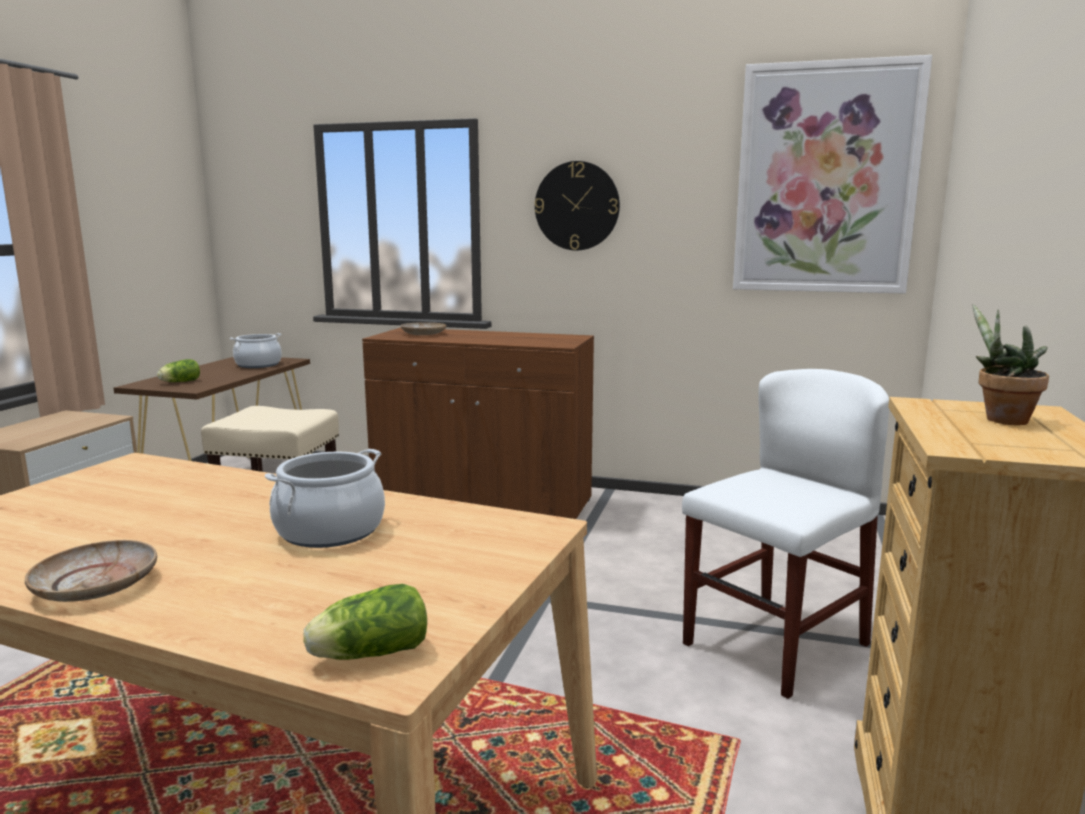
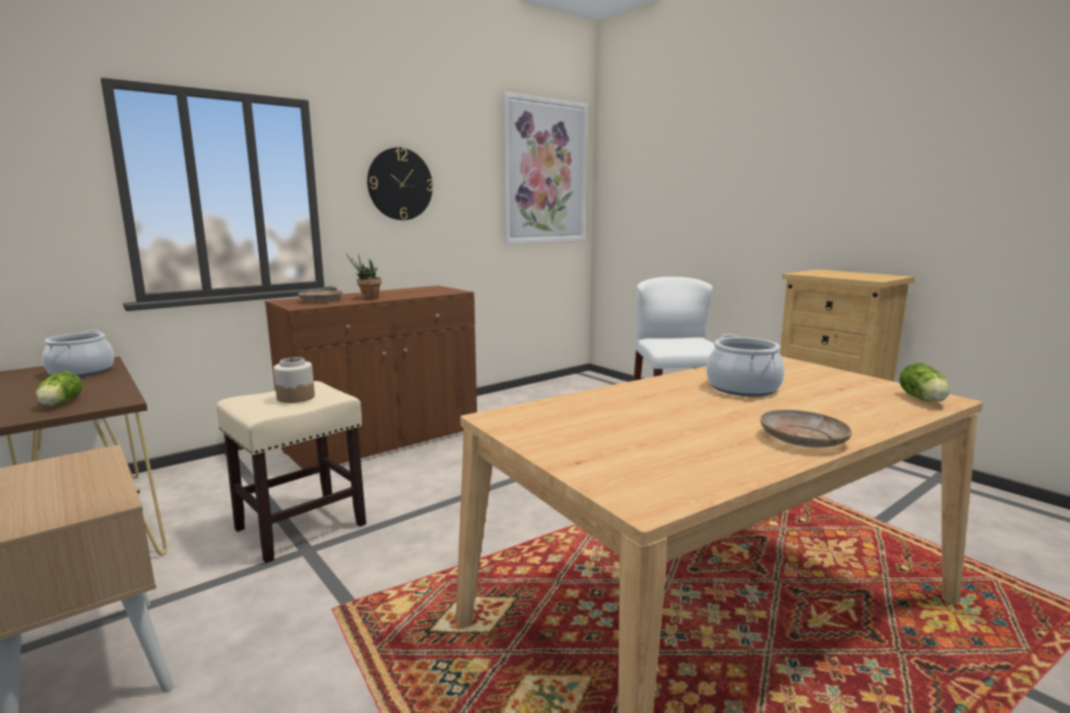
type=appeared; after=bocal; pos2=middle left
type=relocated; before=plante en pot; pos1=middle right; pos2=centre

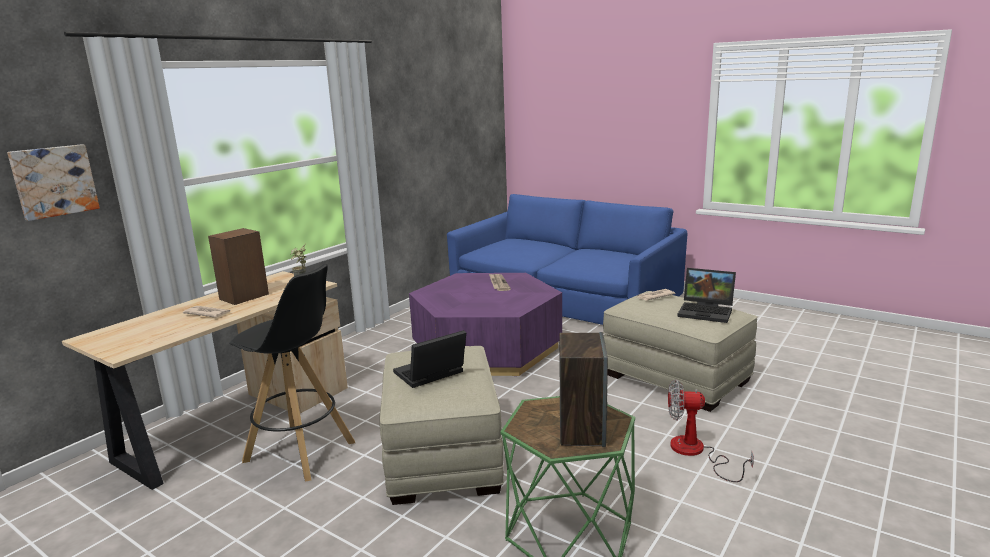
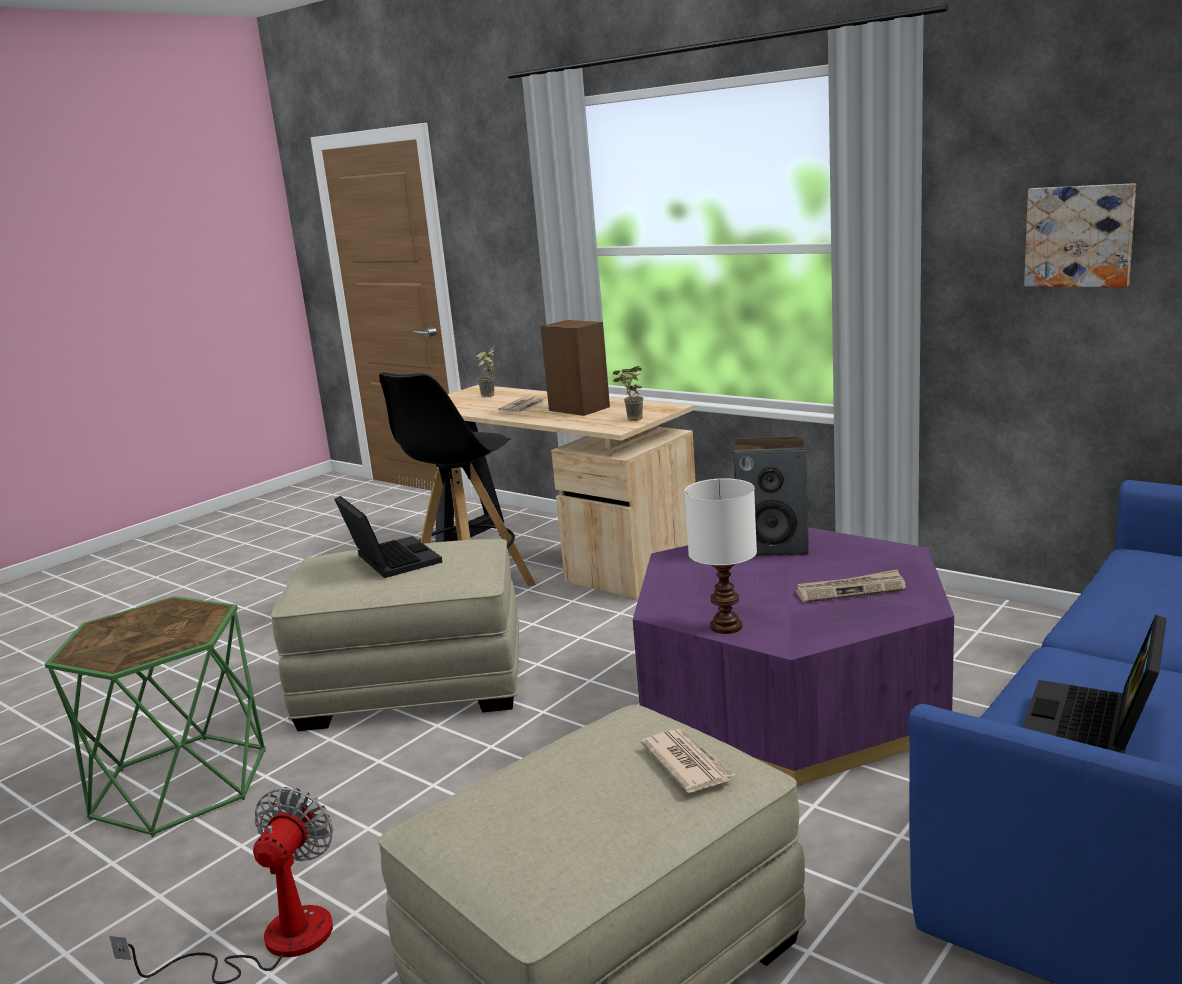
type=appeared; after=plante en pot (no. 1 from left); pos2=centre
type=appeared; after=lampe de table (blanc); pos2=centre
type=relocated; before=tableau; pos1=top left; pos2=top right
type=relocated; before=enceinte (no. 2 from left); pos1=bottom centre; pos2=centre
type=relocated; before=ordinateur portable (no. 2 from left); pos1=middle right; pos2=bottom right

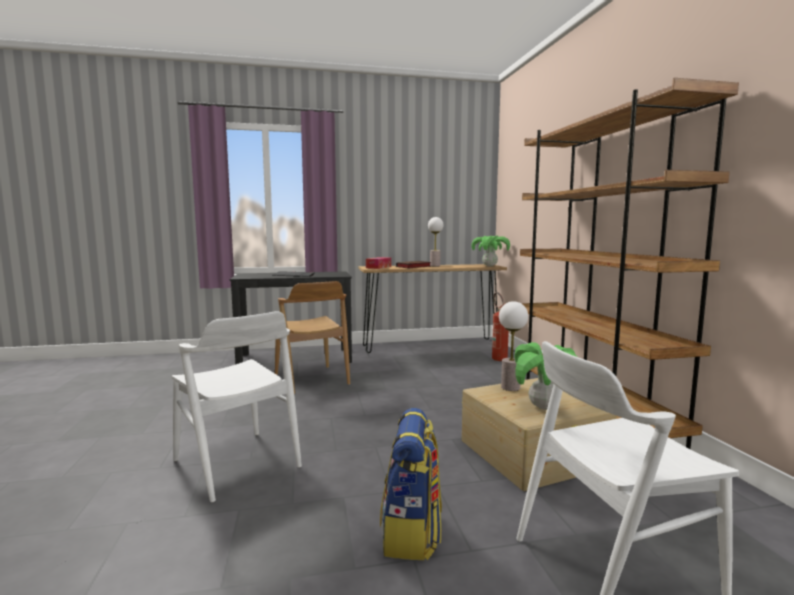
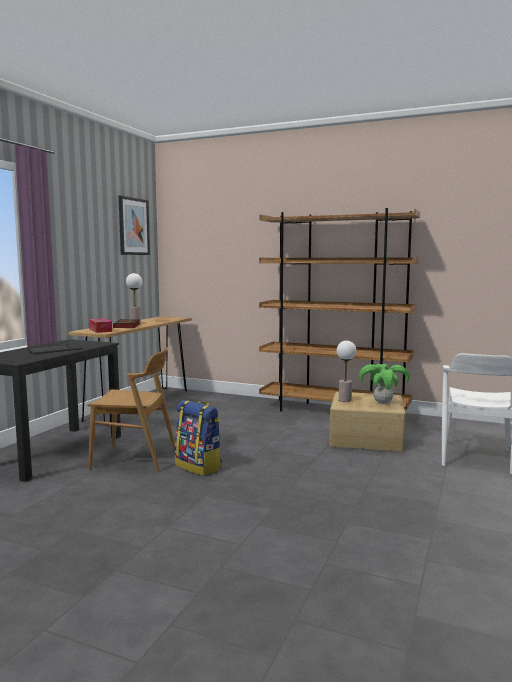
type=missing; before=chaise (blanc) (no. 1 from left); pos1=bottom left
type=missing; before=plante en pot (no. 1 from left); pos1=centre
type=missing; before=extincteur; pos1=centre
type=appeared; after=tableau; pos2=top left
type=relocated; before=sac à dos; pos1=bottom centre; pos2=centre

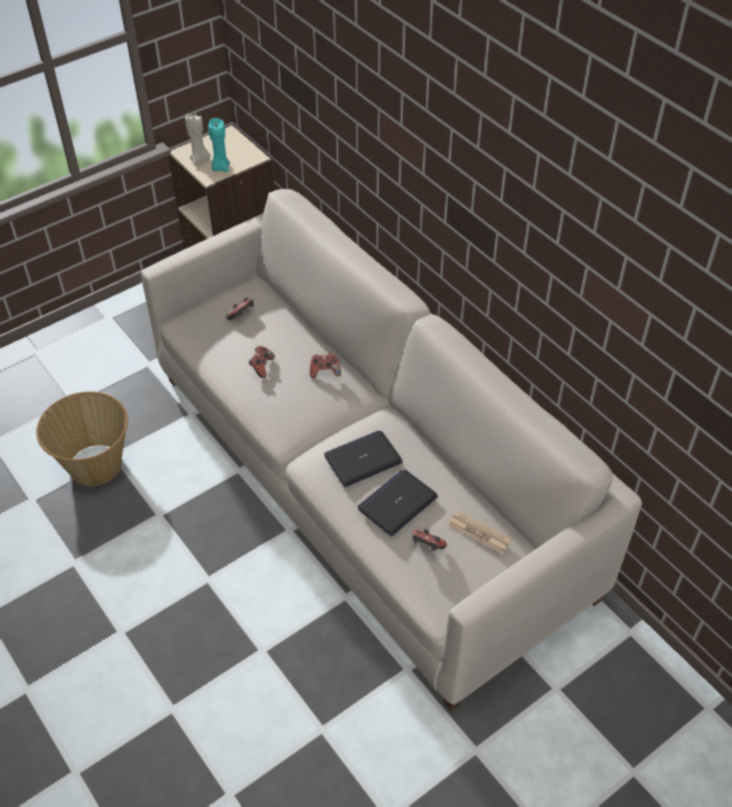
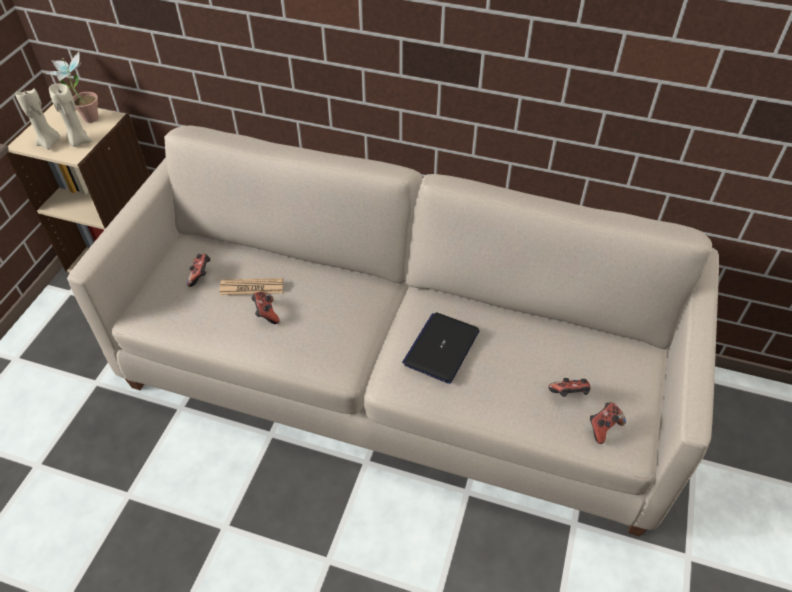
type=missing; before=panier; pos1=middle left
type=missing; before=ordinateur portable (no. 2 from left); pos1=centre
type=appeared; after=plante en pot; pos2=top left
type=relocated; before=manette (no. 3 from left in the first image); after=manette (no. 4 from left); pos1=centre; pos2=bottom right
type=relocated; before=journal; pos1=centre; pos2=middle left
type=colour; before=bougie (turquoise); after=bougie (beige) (no. 2 from left); pos1=top left; pos2=top left

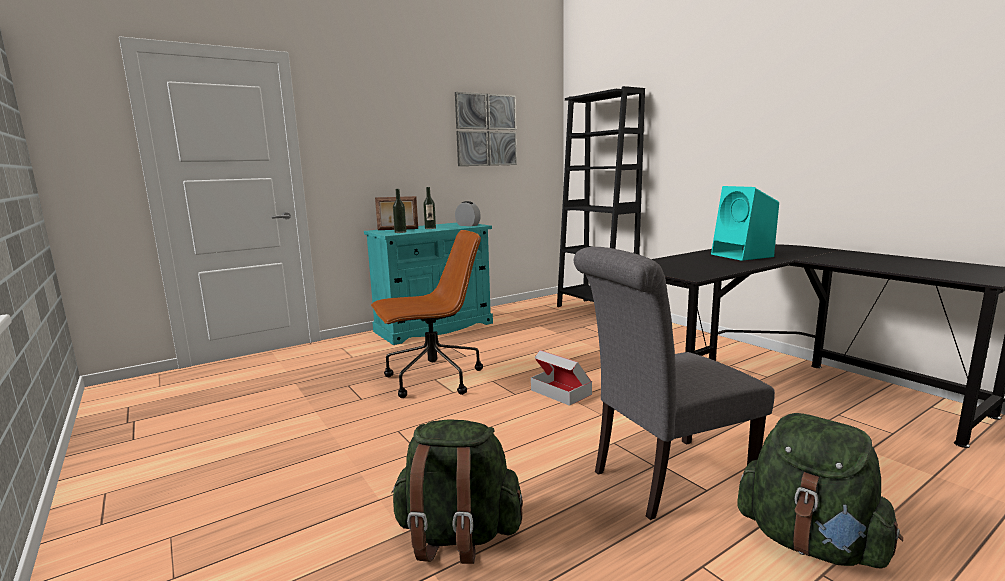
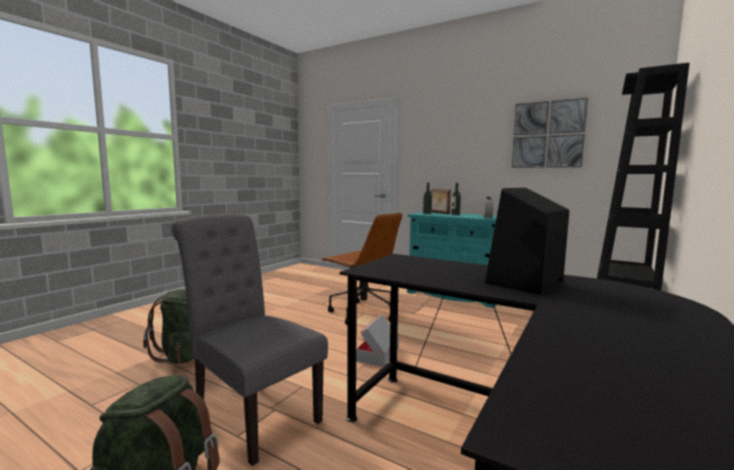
type=colour; before=enceinte (turquoise); after=enceinte (noir); pos1=middle right; pos2=middle right

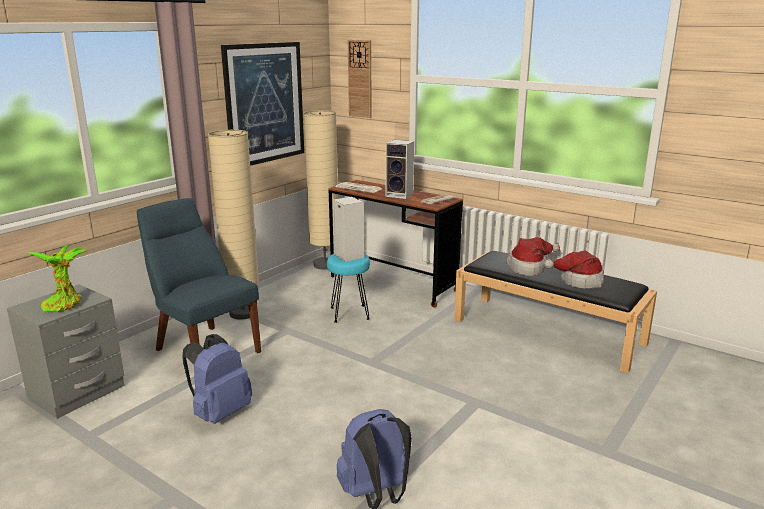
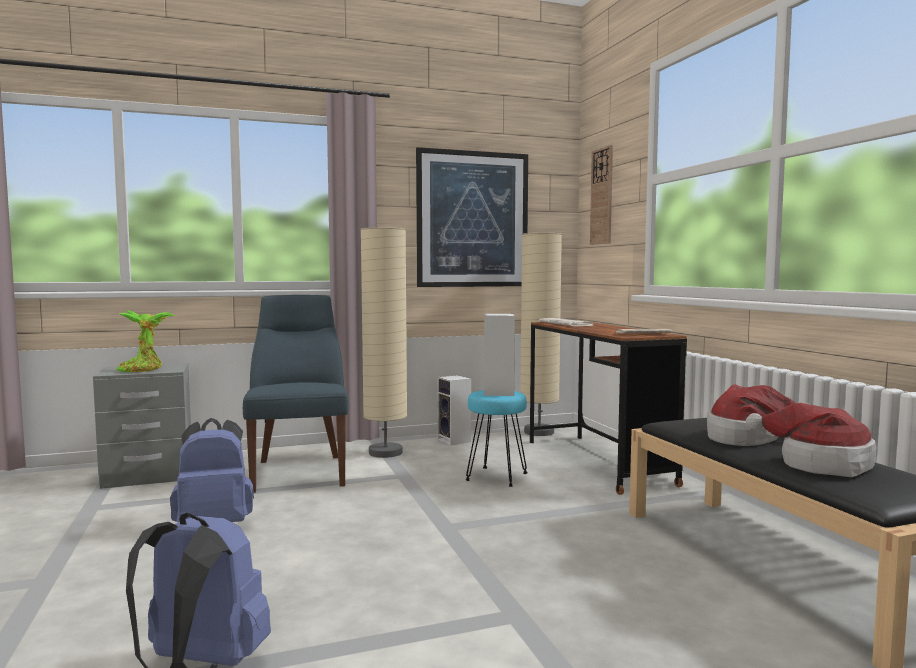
type=relocated; before=enceinte (no. 2 from left in the first image); after=enceinte (no. 1 from left); pos1=top centre; pos2=centre

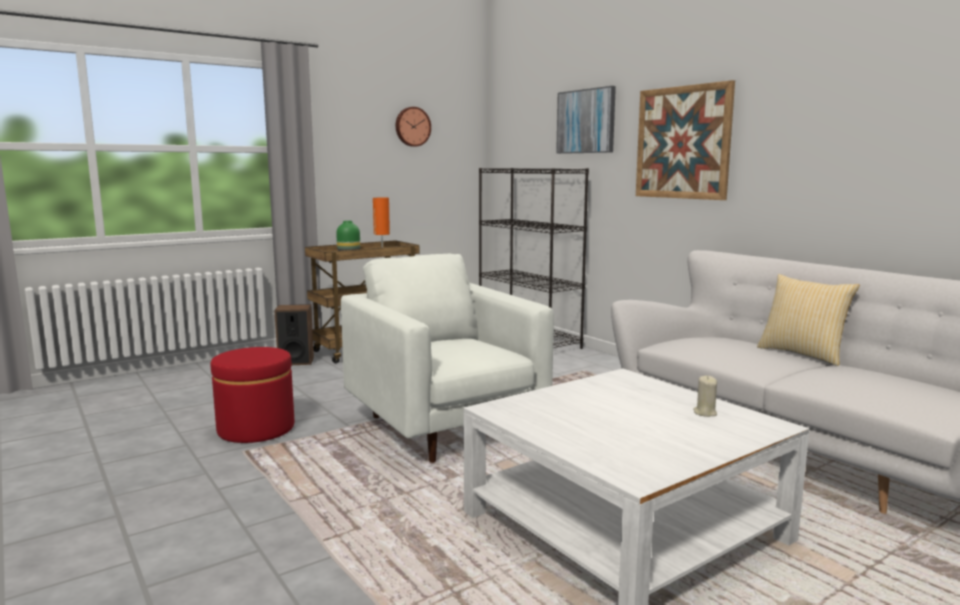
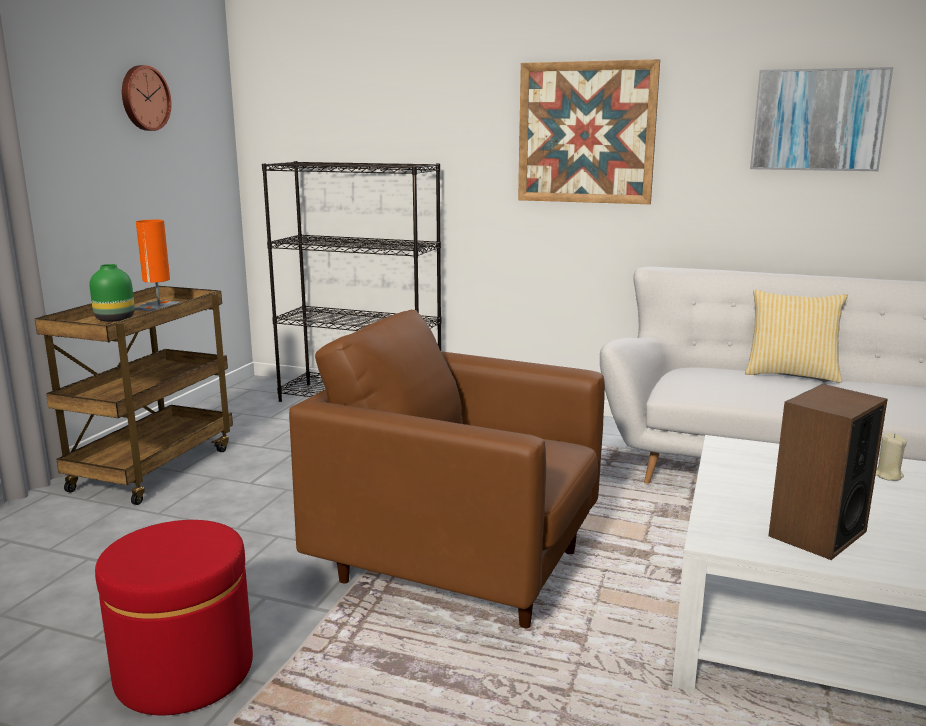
type=relocated; before=enceinte; pos1=middle left; pos2=middle right
type=relocated; before=tableau (no. 1 from left in the first image); after=tableau (no. 2 from left); pos1=top centre; pos2=top right
type=colour; before=fauteuil (blanc); after=fauteuil (marron); pos1=centre; pos2=centre

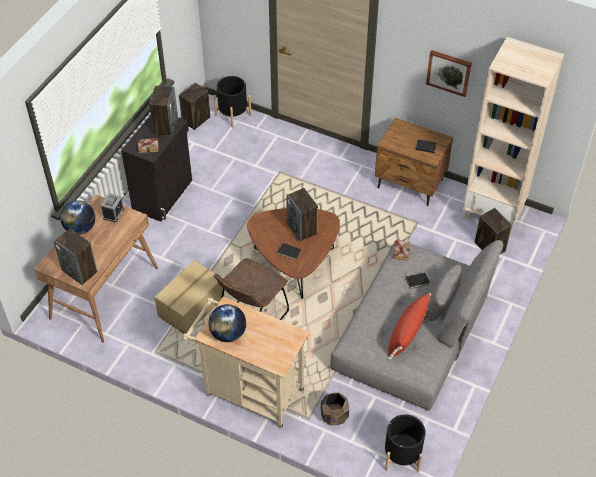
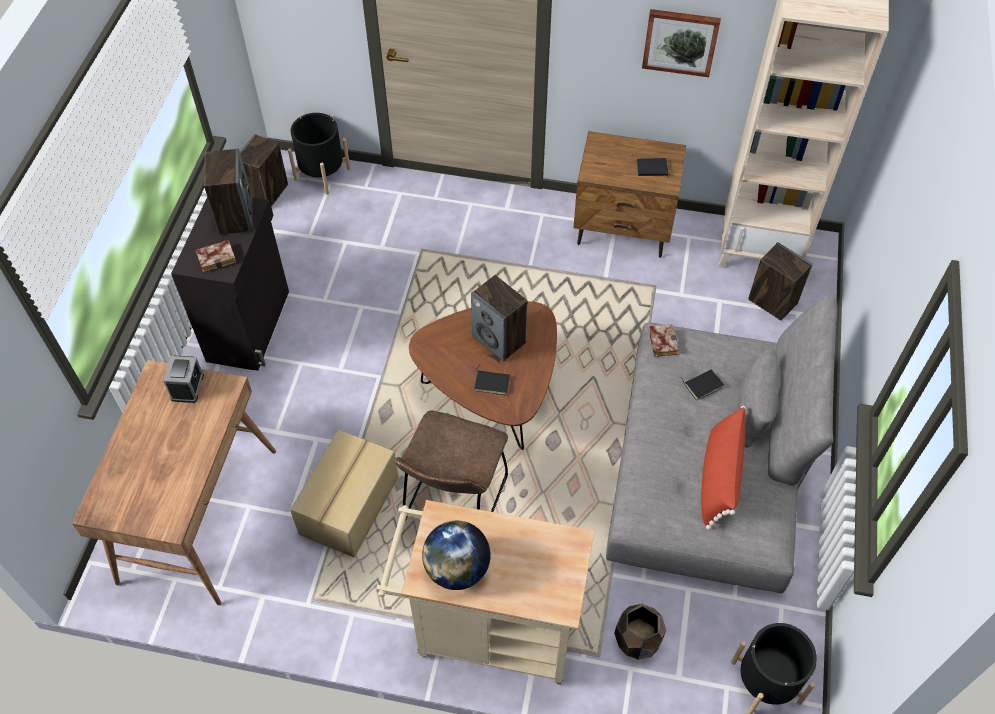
type=missing; before=enceinte (no. 1 from left); pos1=middle left
type=missing; before=globe (no. 1 from left); pos1=middle left

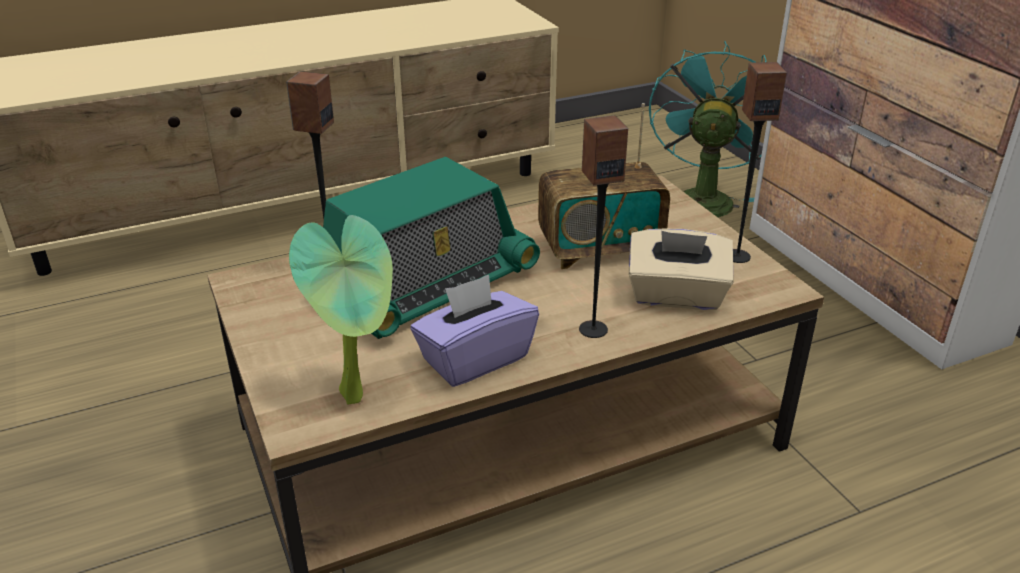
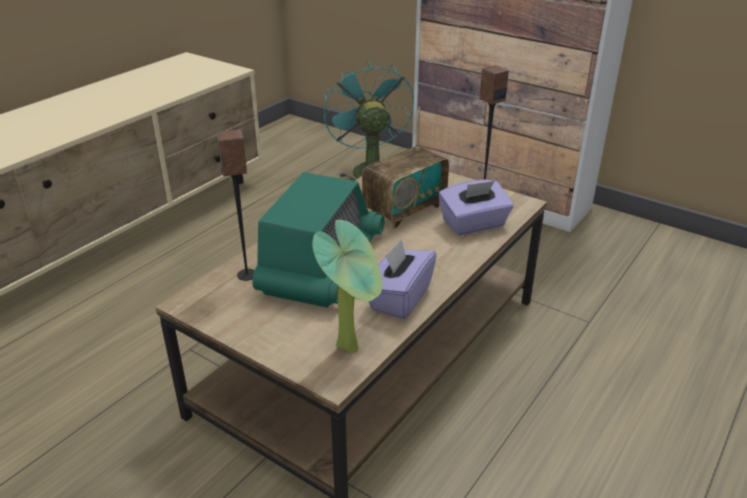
type=missing; before=enceinte (no. 2 from left); pos1=centre
type=colour; before=boîte à mouchoirs (beige); after=boîte à mouchoirs (violet) (no. 2 from left); pos1=middle right; pos2=centre

